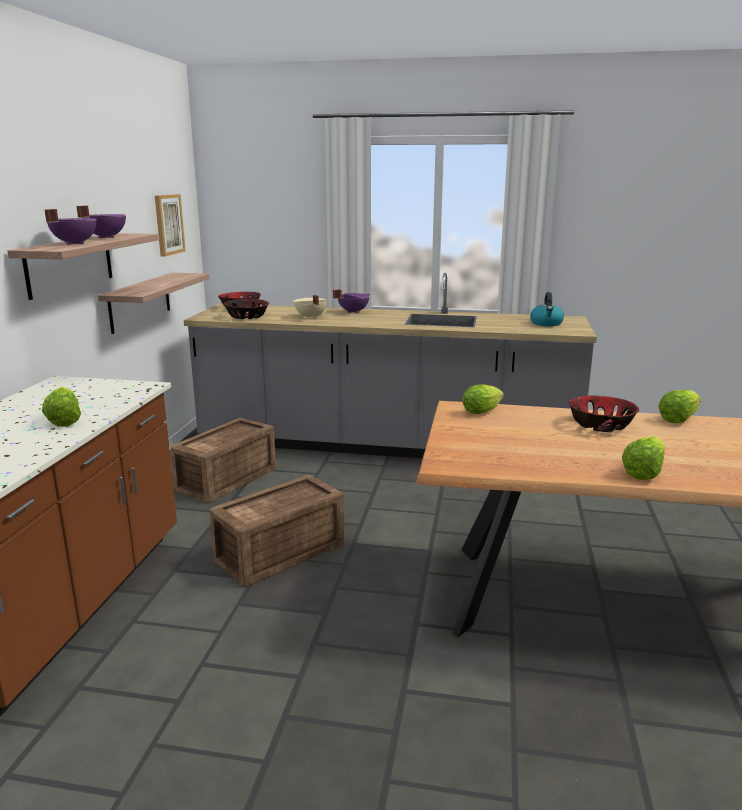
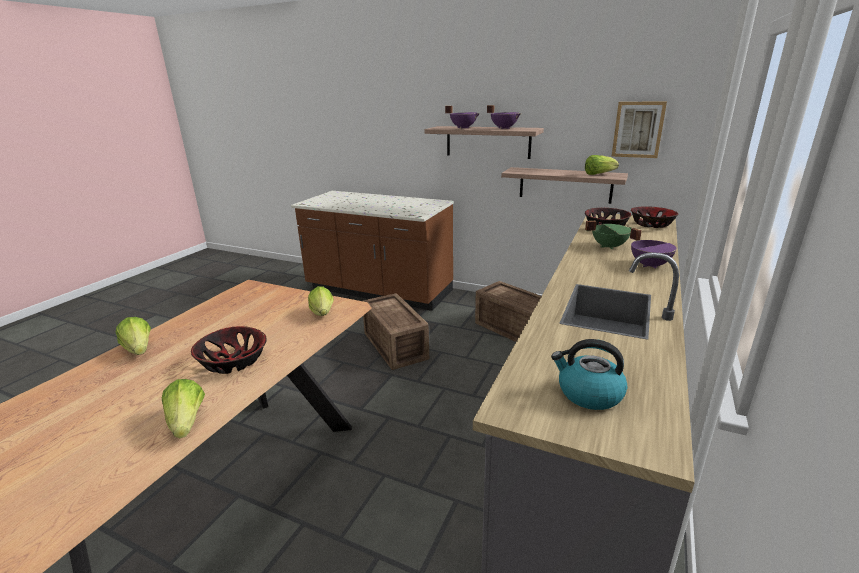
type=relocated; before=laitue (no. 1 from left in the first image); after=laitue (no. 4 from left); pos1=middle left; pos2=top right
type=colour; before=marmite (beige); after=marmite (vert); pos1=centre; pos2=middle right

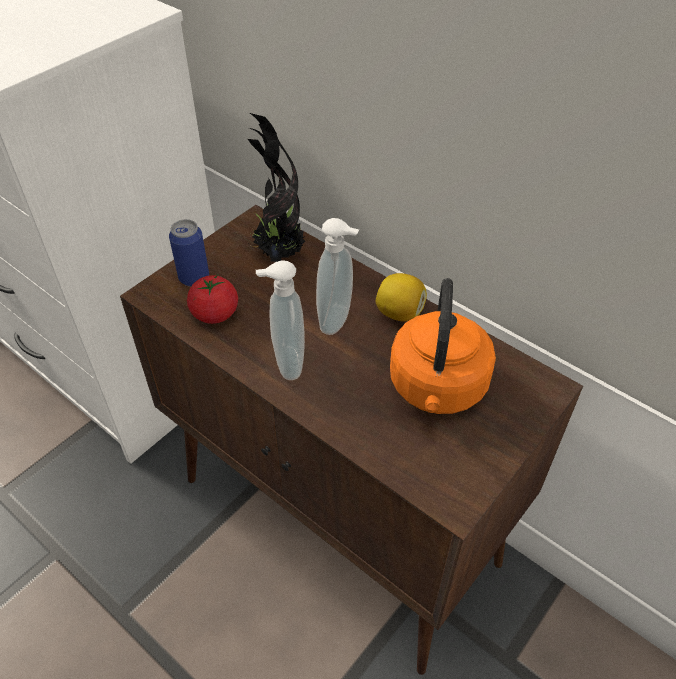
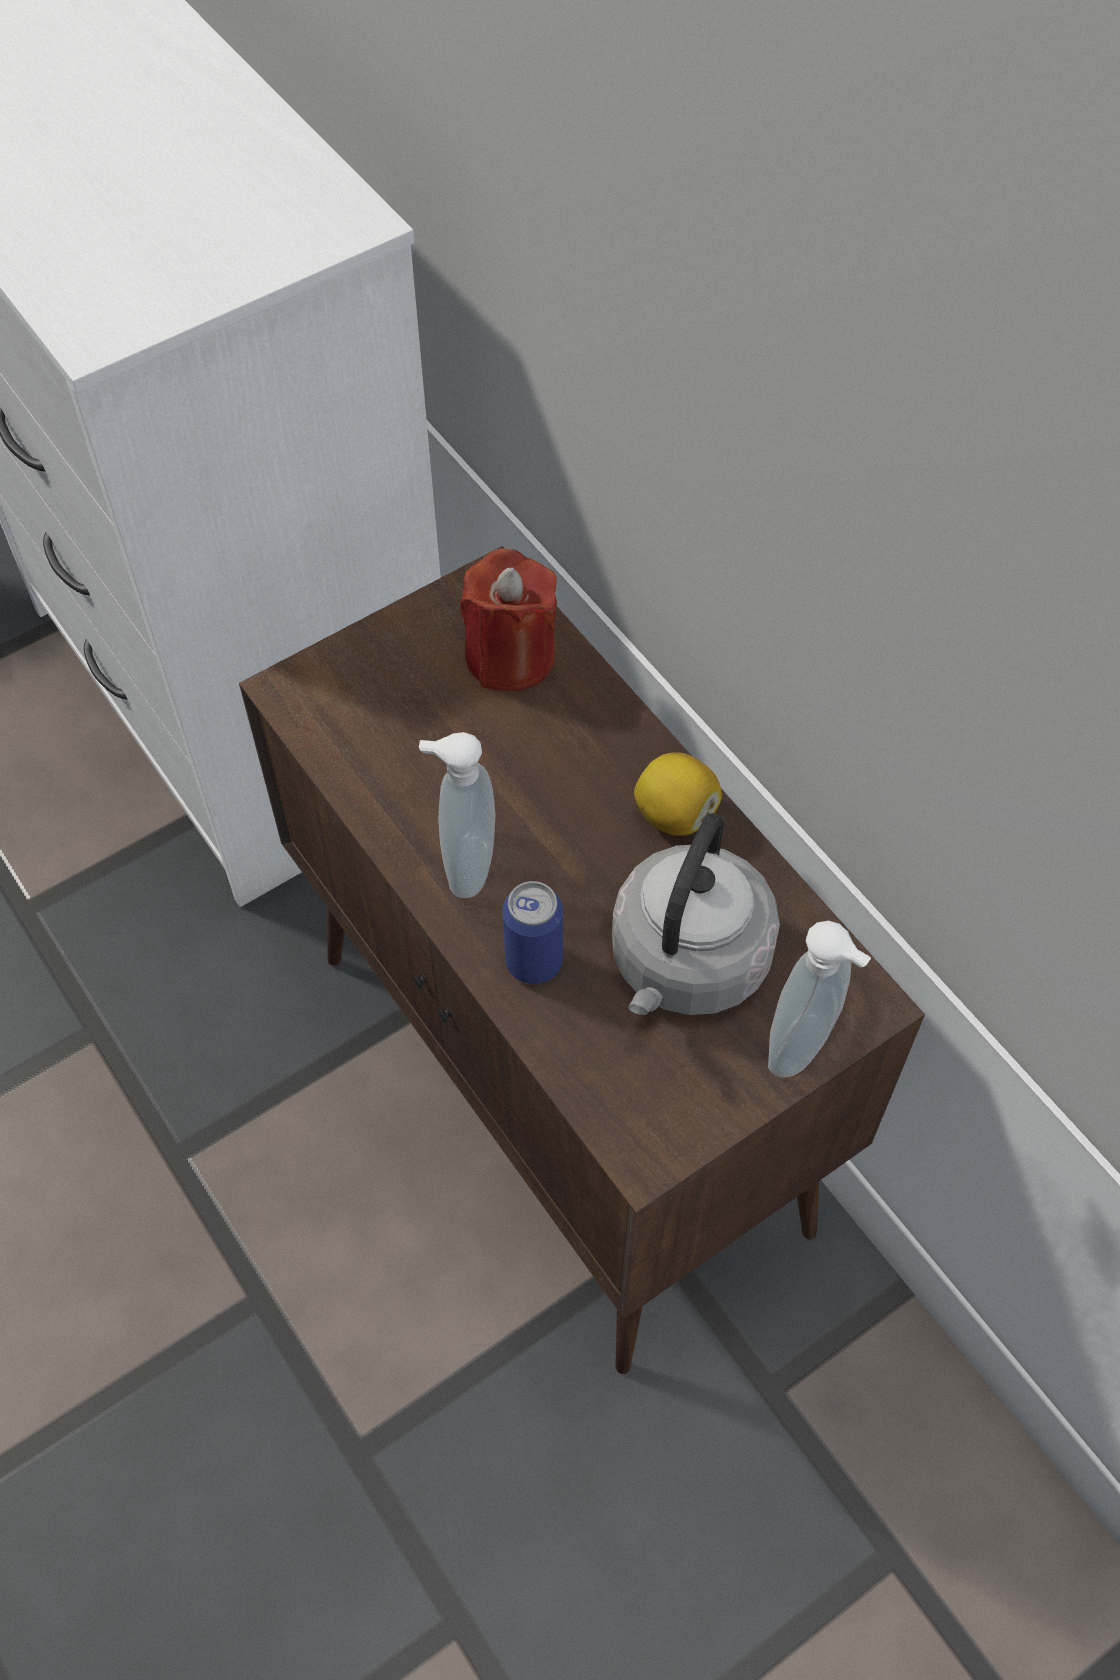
type=missing; before=tomate; pos1=middle left
type=relocated; before=boîte métallique; pos1=middle left; pos2=centre
type=relocated; before=distributeur de savon (no. 2 from left); pos1=centre; pos2=middle right
type=exchanged; before=plante en pot; after=bougie (rouge); pos1=top centre; pos2=centre
type=colour; before=bouilloire (orange); after=bouilloire (gris); pos1=centre; pos2=centre

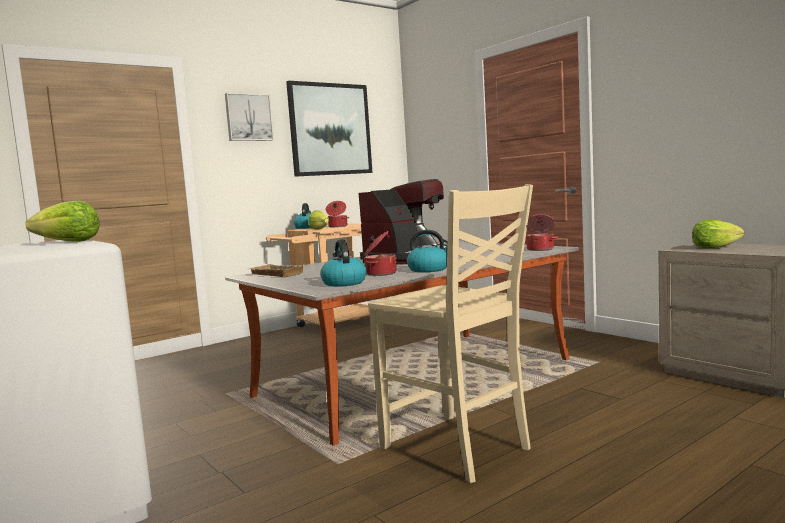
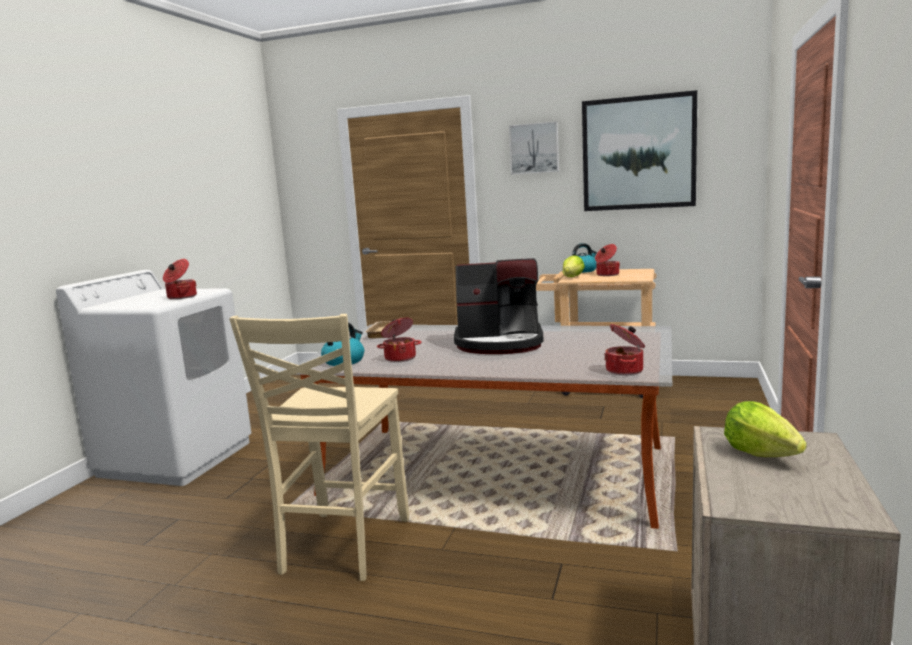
type=missing; before=bouilloire (no. 3 from left); pos1=centre
type=exchanged; before=laitue (no. 1 from left); after=marmite (no. 1 from left); pos1=middle left; pos2=middle left

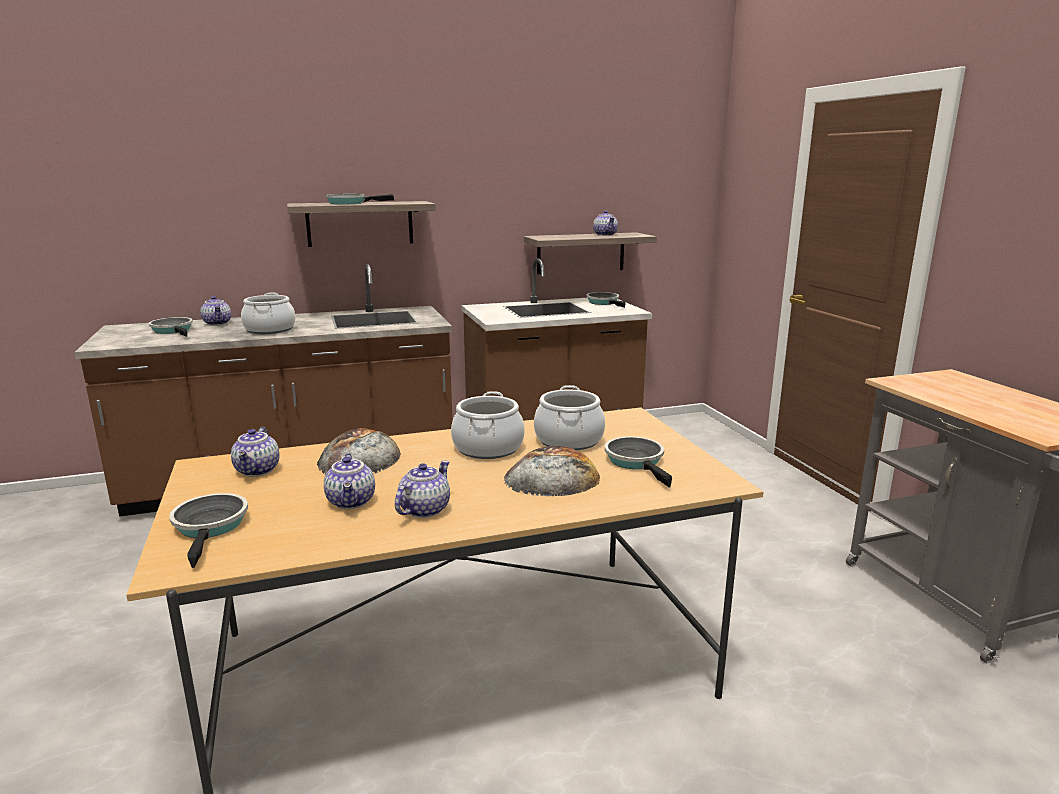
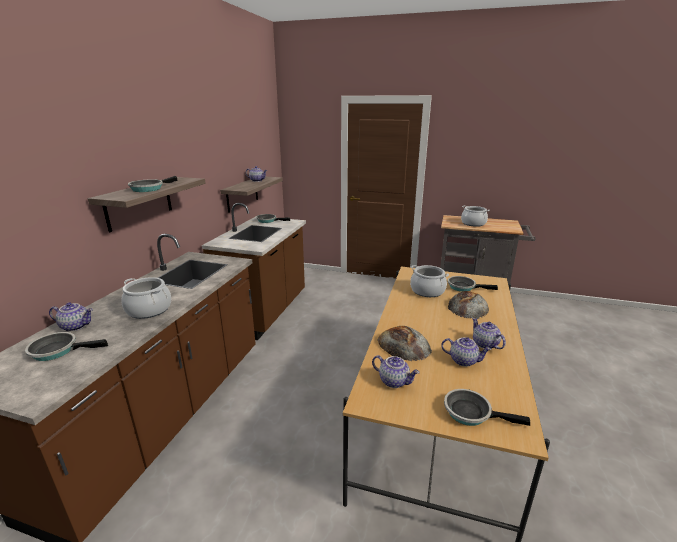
type=relocated; before=marmite (no. 2 from left in the first image); after=marmite (no. 3 from left); pos1=centre; pos2=middle right

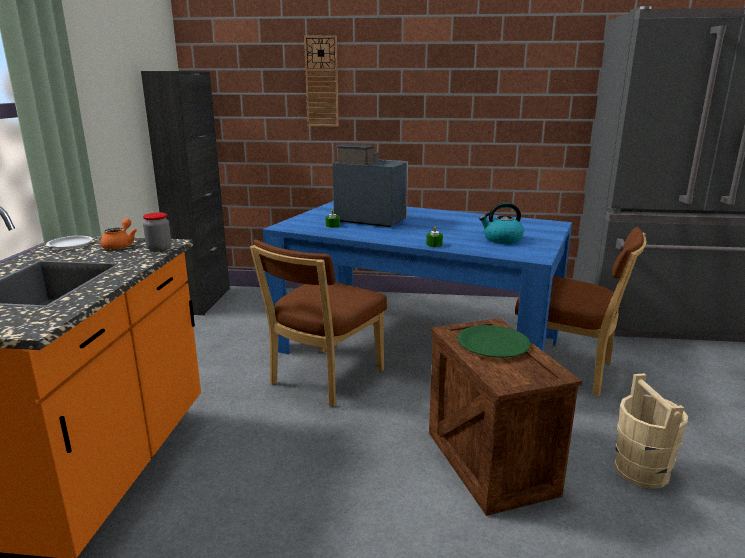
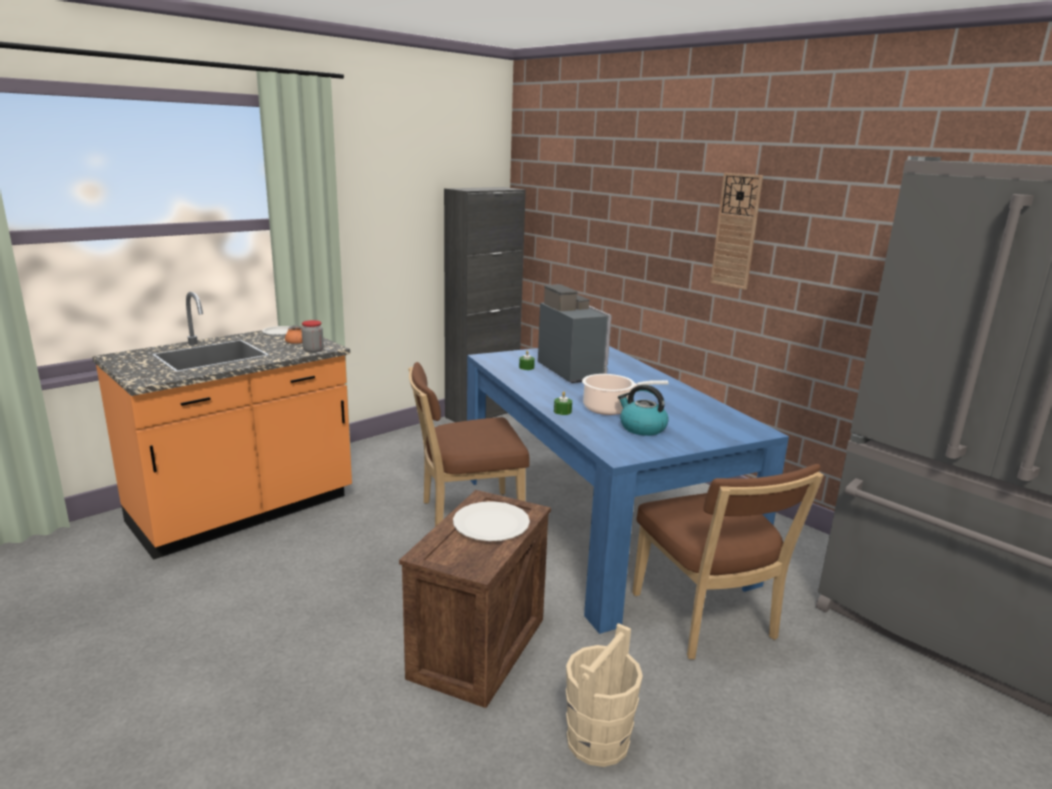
type=appeared; after=marmite; pos2=centre
type=relocated; before=horloge murale; pos1=top centre; pos2=top right
type=colour; before=assiette (vert); after=assiette (blanc) (no. 2 from left); pos1=centre; pos2=centre

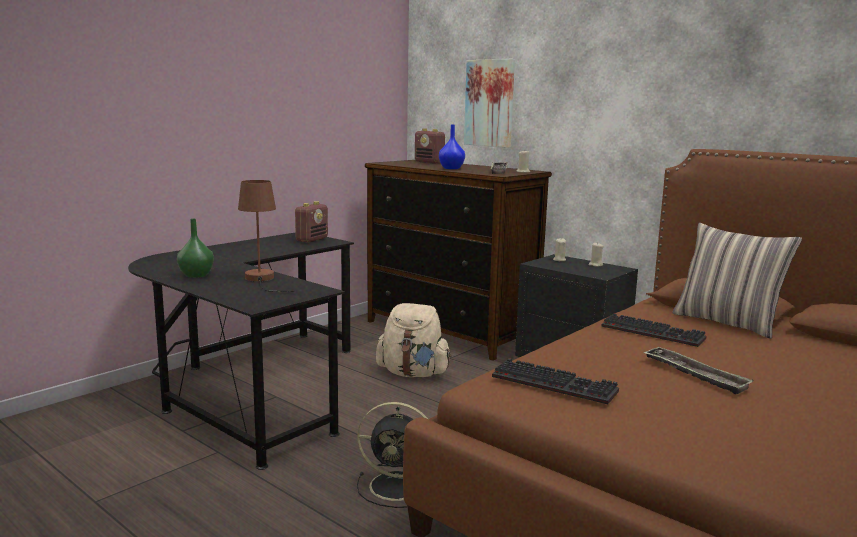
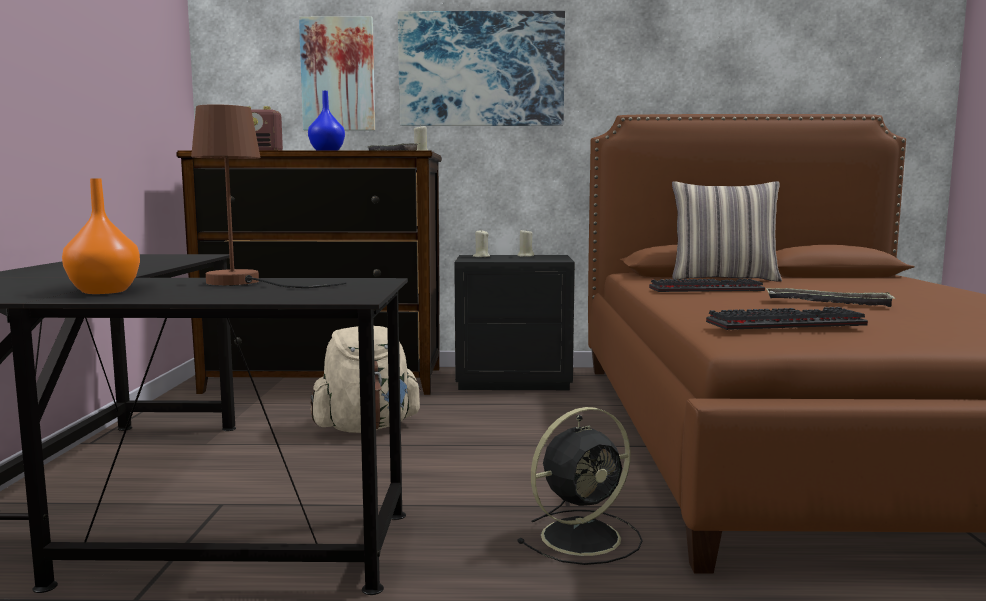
type=missing; before=radio (no. 1 from left); pos1=centre
type=appeared; after=tableau (no. 2 from left); pos2=top centre
type=colour; before=vase (vert); after=vase (orange); pos1=middle left; pos2=middle left

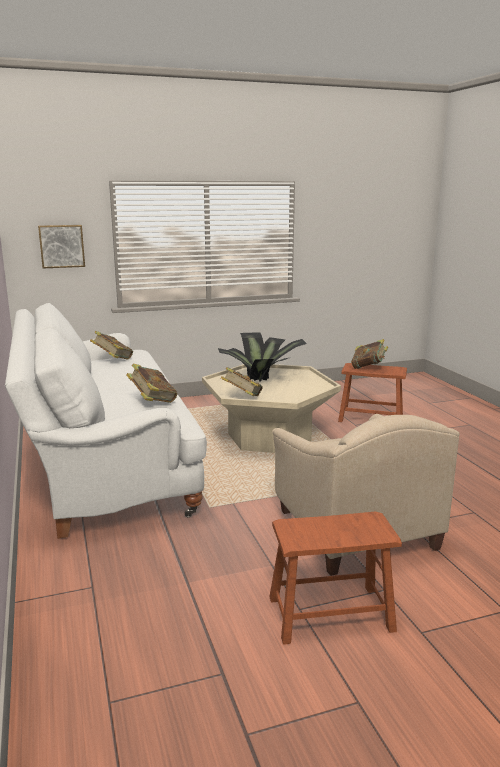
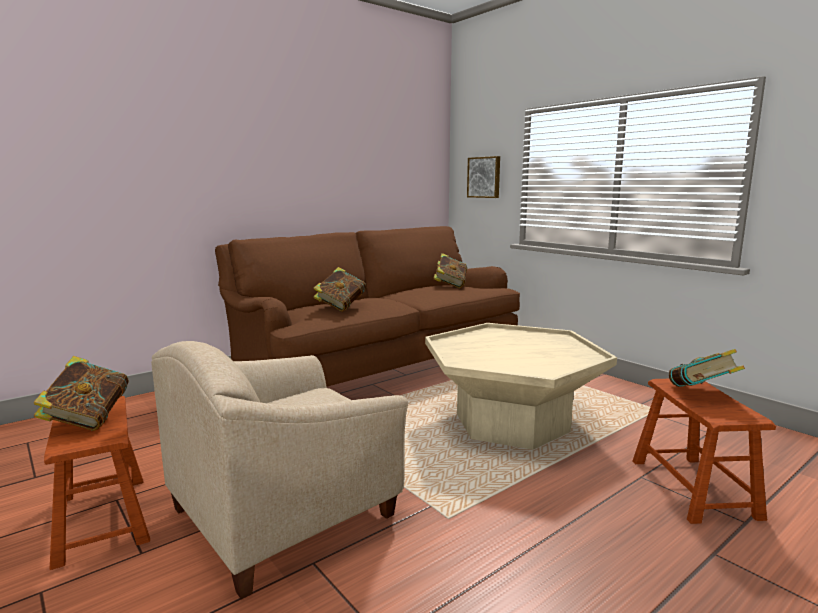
type=missing; before=plante en pot; pos1=centre
type=relocated; before=livre (no. 3 from left in the first image); after=livre (no. 1 from left); pos1=centre; pos2=middle left
type=colour; before=canapé (blanc); after=canapé (marron); pos1=middle left; pos2=centre

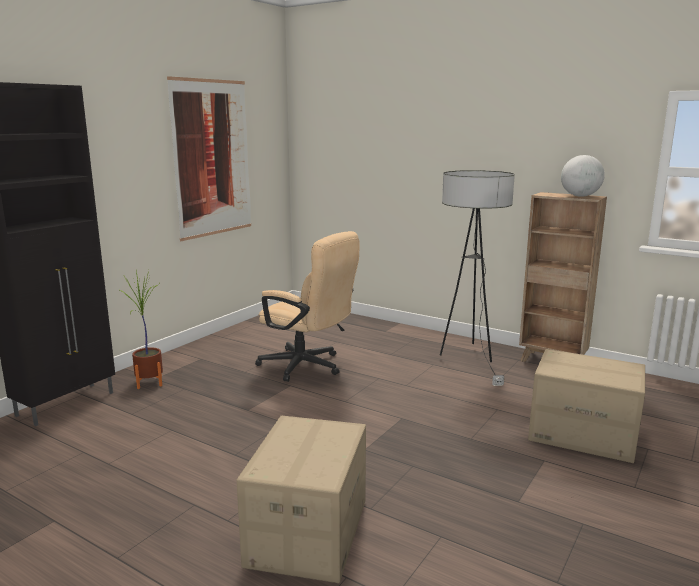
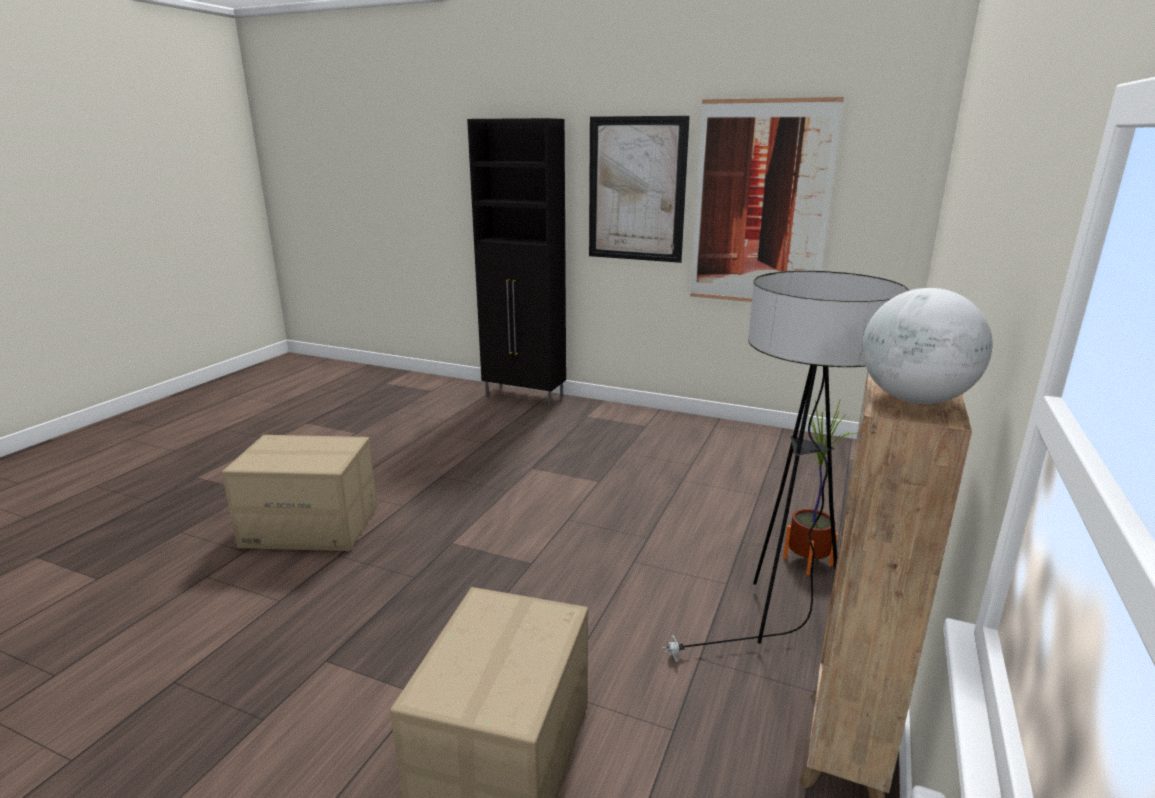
type=missing; before=chaise de bureau (beige); pos1=centre
type=appeared; after=tableau (no. 1 from left); pos2=top centre
type=relocated; before=plante en pot; pos1=middle left; pos2=middle right

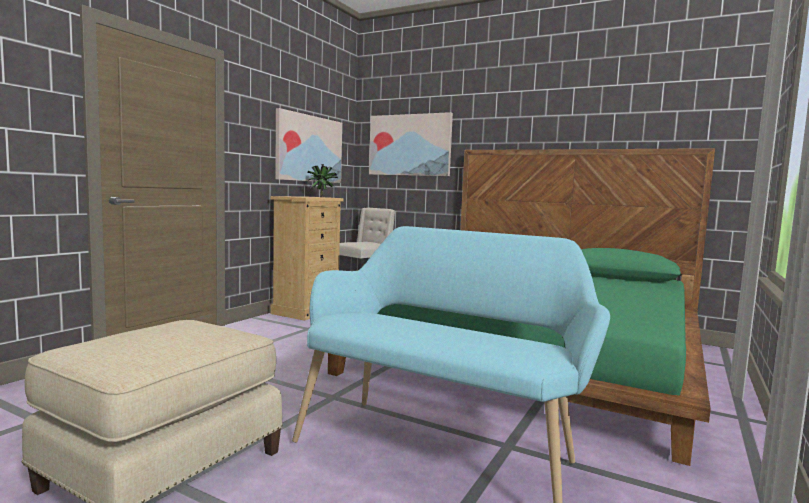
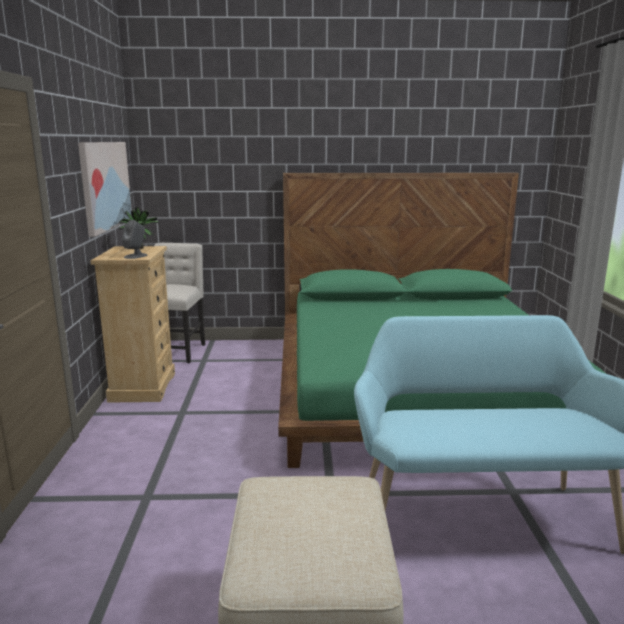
type=missing; before=tableau (no. 2 from left); pos1=top centre
type=appeared; after=enceinte (gris); pos2=middle left

